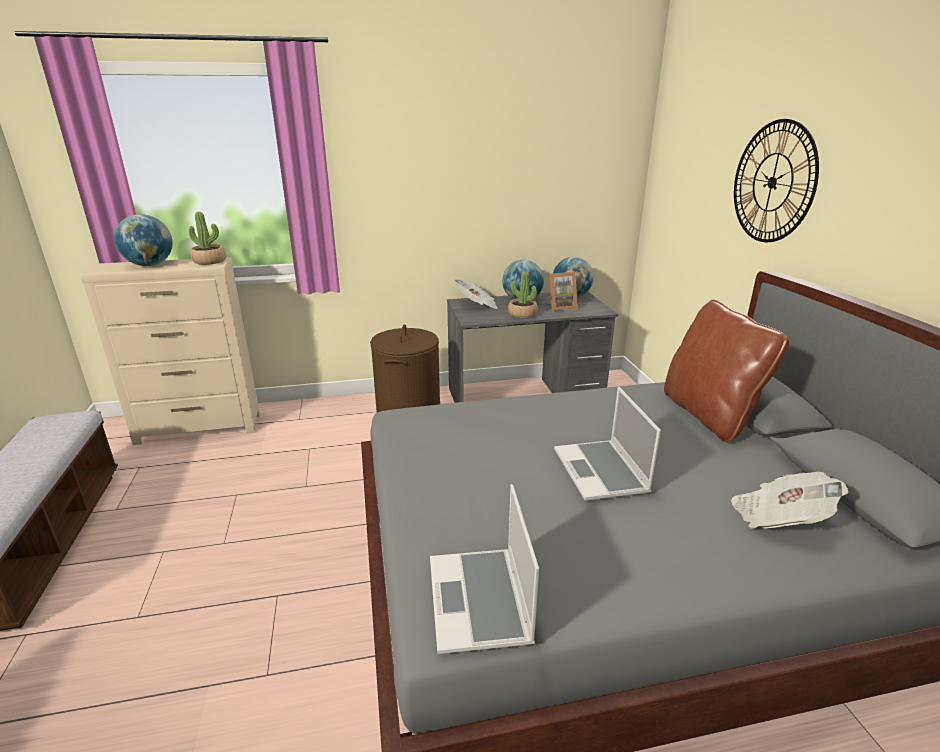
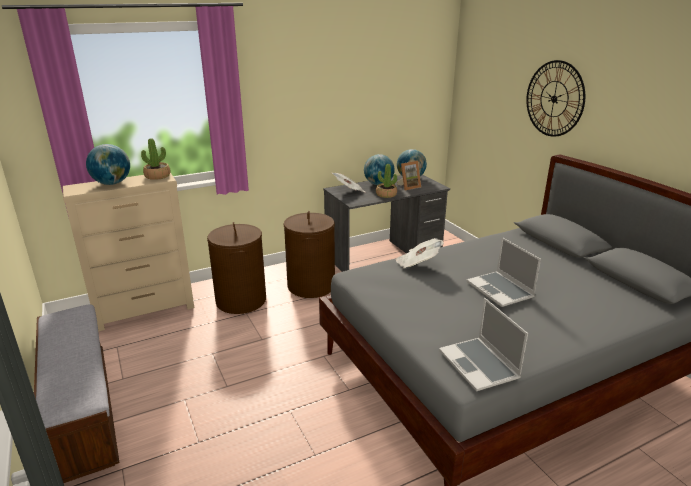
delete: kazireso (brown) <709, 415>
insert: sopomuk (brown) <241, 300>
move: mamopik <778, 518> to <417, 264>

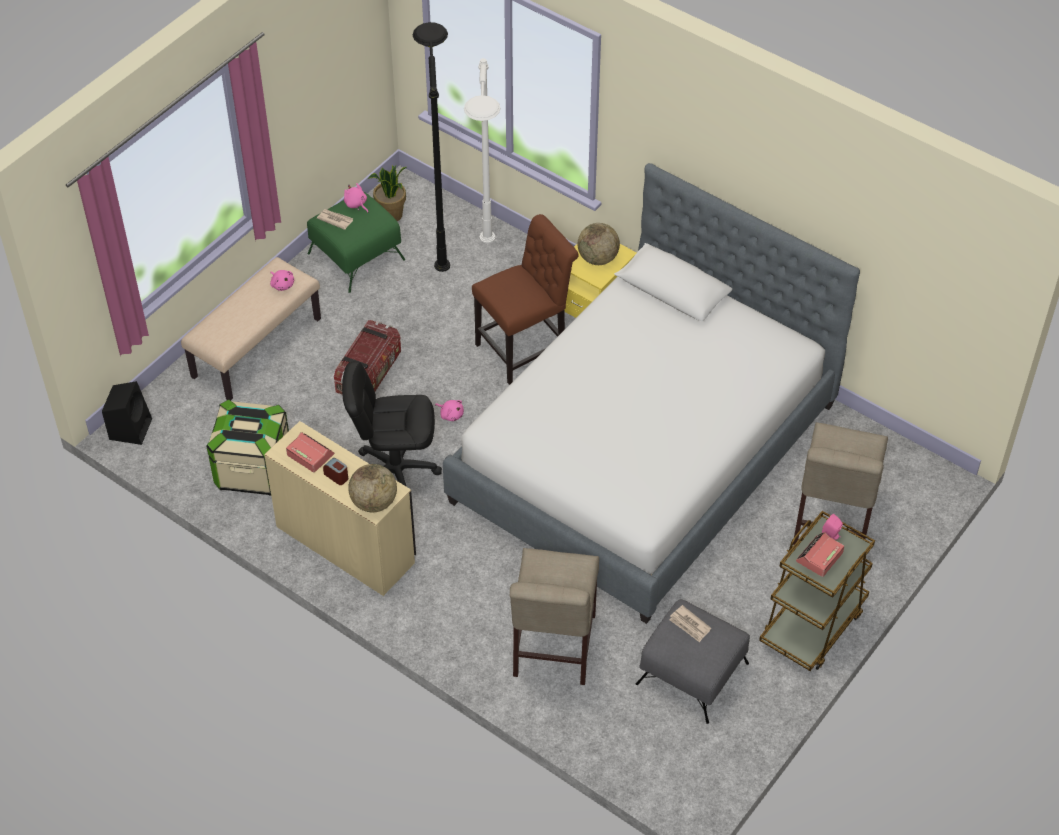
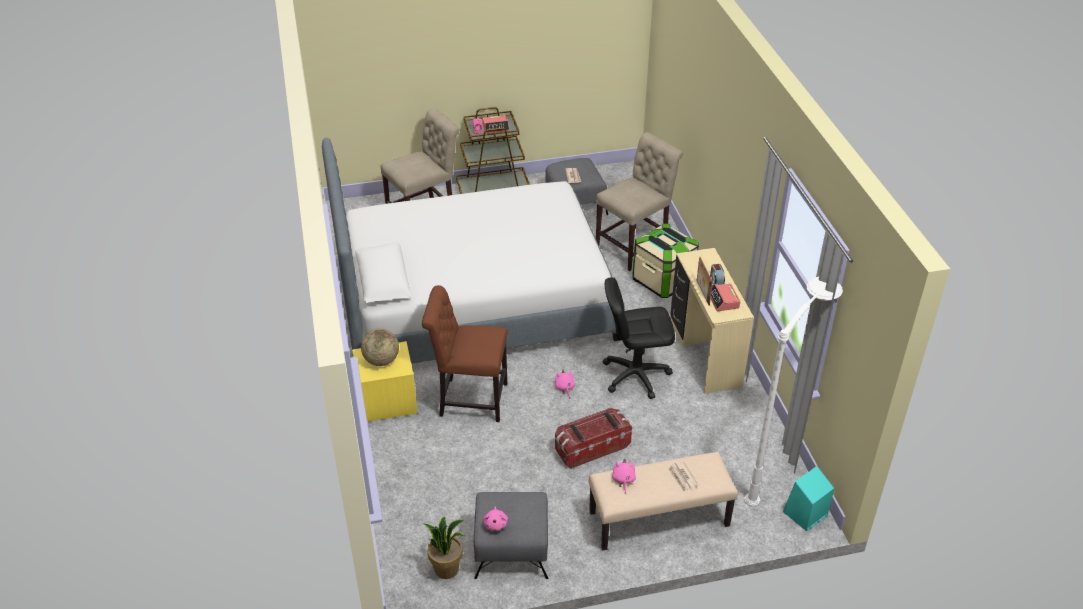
delete: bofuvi <374, 502>; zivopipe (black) <440, 230>
insert: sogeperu <702, 293>
move: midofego <253, 470> to <663, 281>; mamopik <335, 219> to <682, 477>; zivopipe (white) <486, 274> to <777, 471>
recolor: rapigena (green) <355, 256> to rapigena (grey) <512, 549>; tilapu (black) <130, 428> to tilapu (turquoise) <804, 514>
rotate: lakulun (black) <395, 472> = <635, 375> 135 degrees clockwise

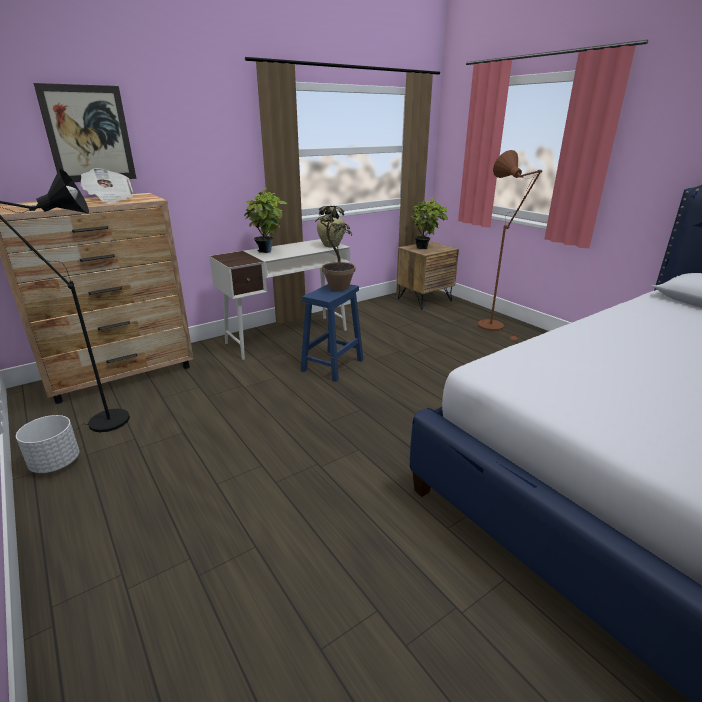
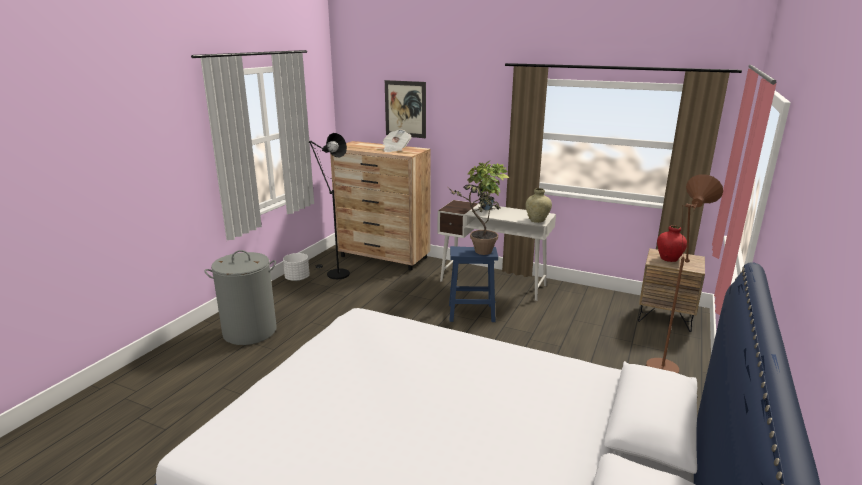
insert: sopomuk (grey) <249, 332>
replace: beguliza <425, 248> to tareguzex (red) <669, 259>

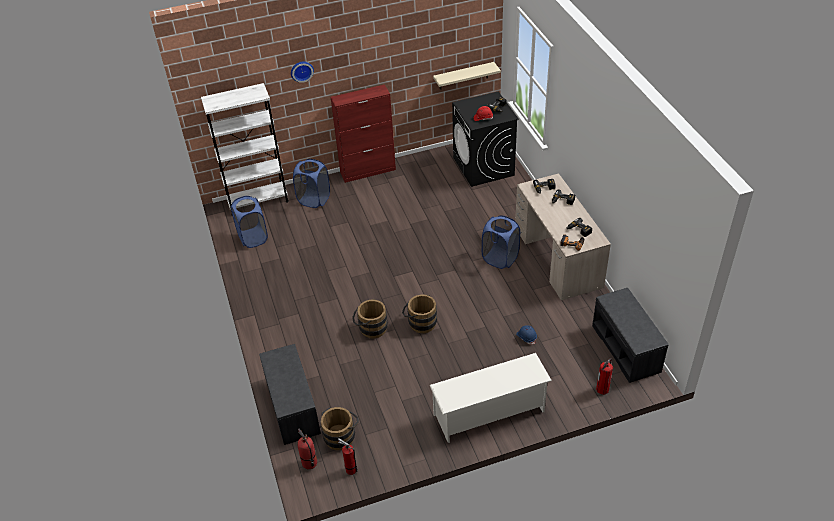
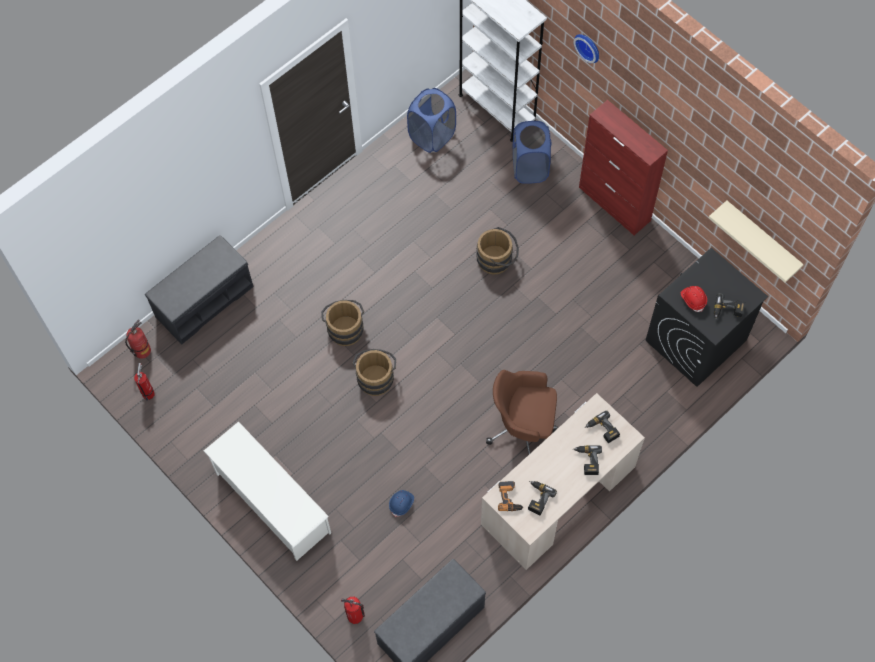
move: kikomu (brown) <341, 435> to <497, 260>
replace: sopomuk (blue) <500, 258> to lakulun (brown) <523, 426>

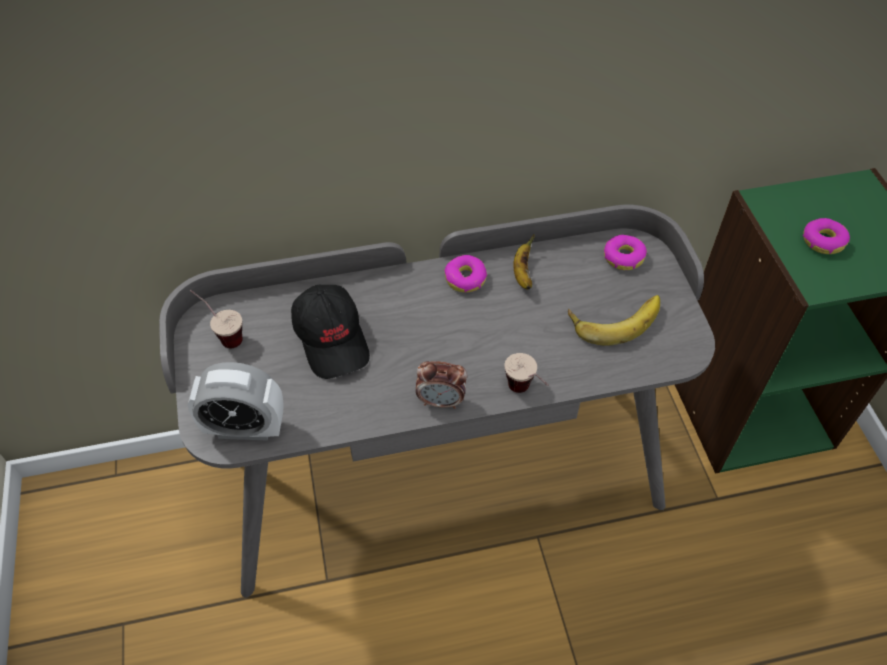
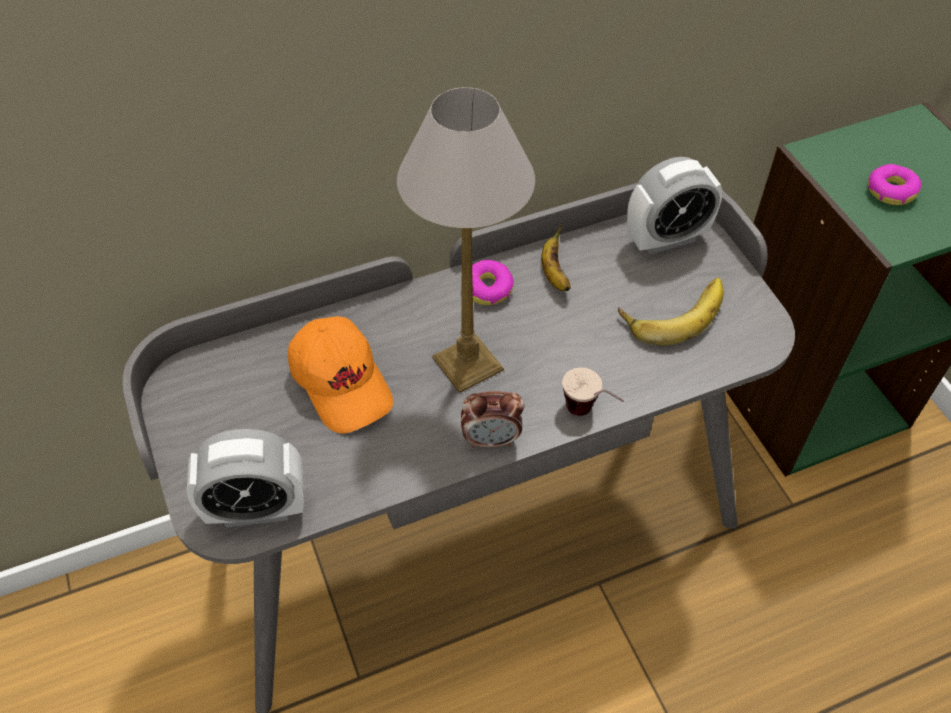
delete: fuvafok <222, 335>
insert: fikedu <469, 364>
replace: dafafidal <623, 257> to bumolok <666, 239>
recolor: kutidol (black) <332, 339> to kutidol (orange) <342, 383>

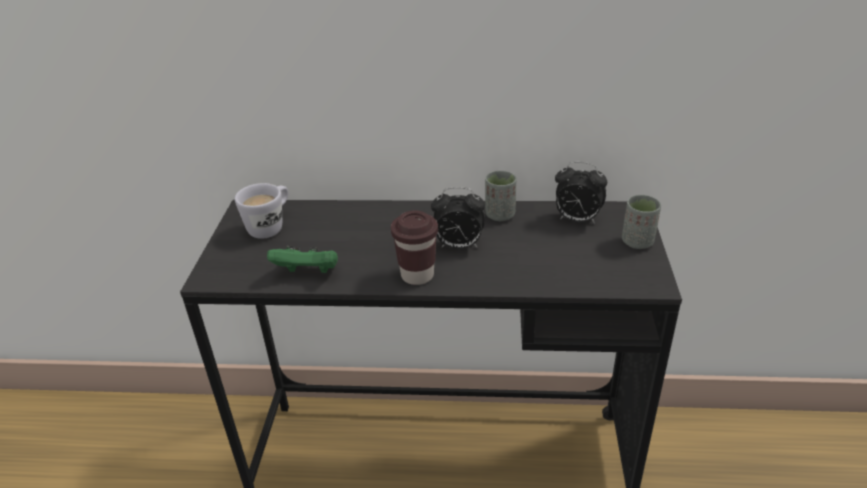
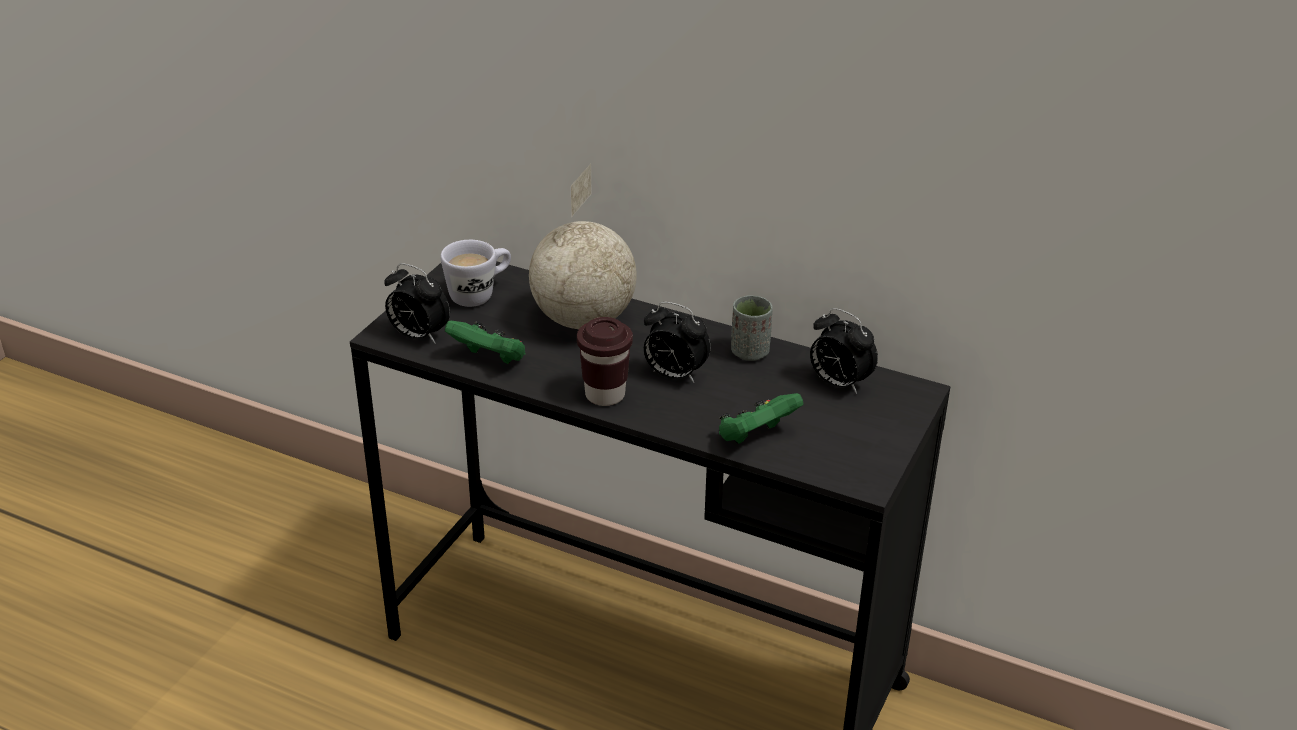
delete: fuvafok (grey) <637, 242>
insert: bumolok <418, 336>; bofuvi <585, 320>; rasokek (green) <756, 436>

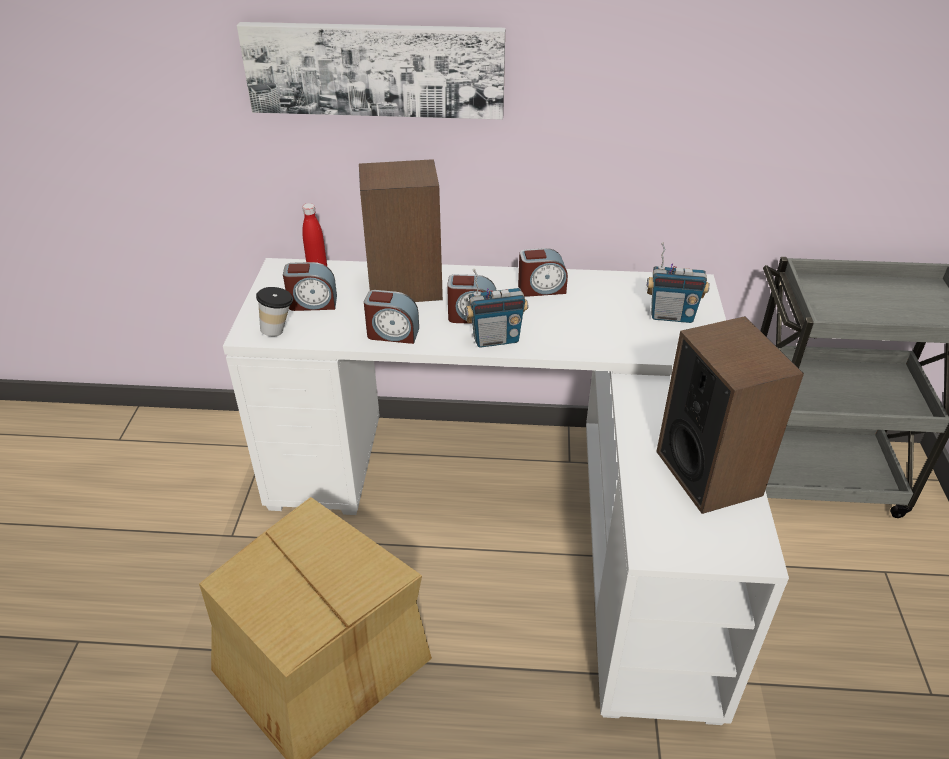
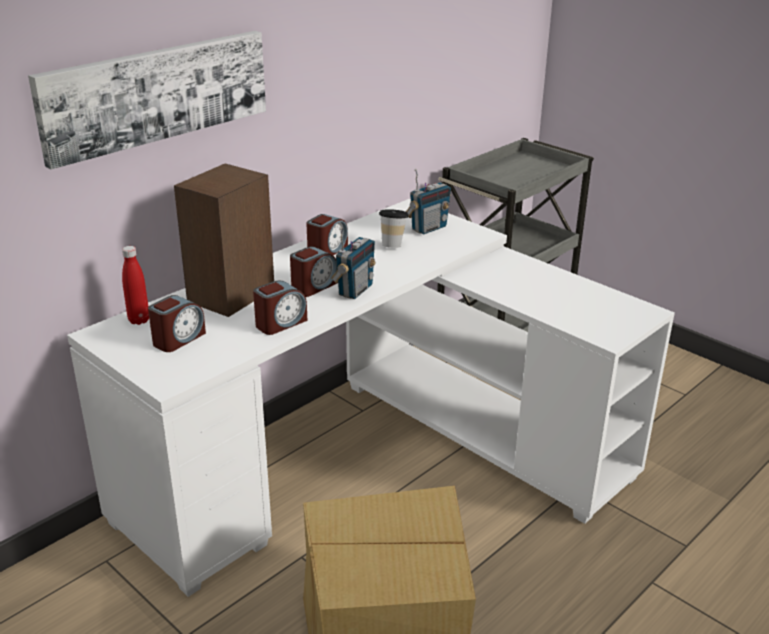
delete: tilapu <708, 472>
move: fuvafok <279, 330> to <393, 245>

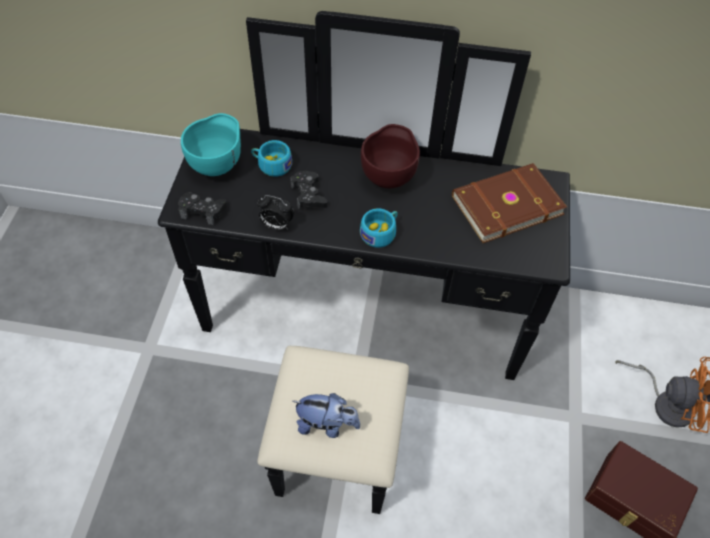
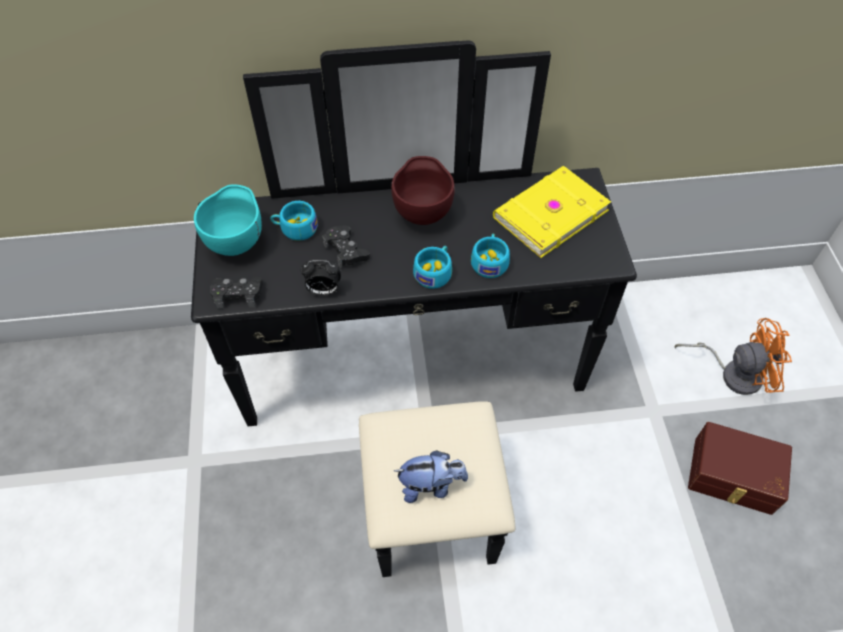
insert: fuvafok (turquoise) <489, 261>
recolor: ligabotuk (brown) <505, 204> to ligabotuk (yellow) <548, 213>

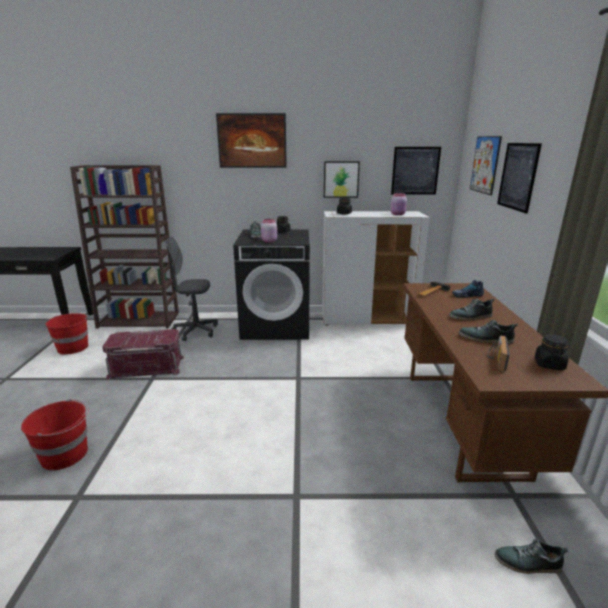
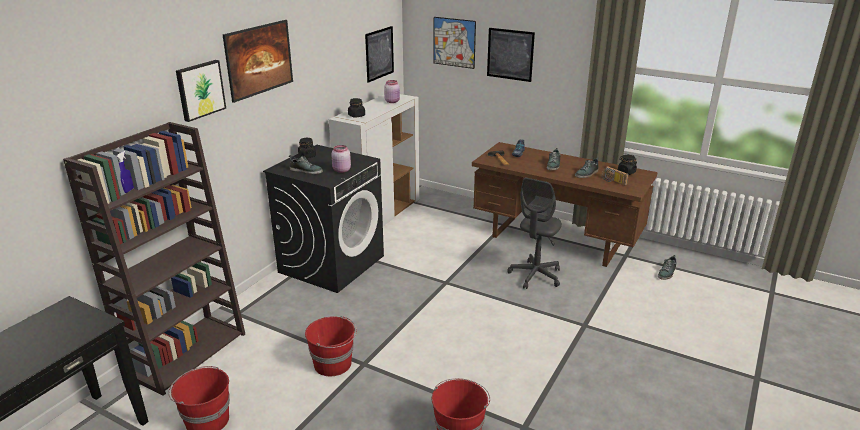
move: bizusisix <341, 179> to <200, 90>; lakulun (grey) <195, 331> to <535, 276>
replace: midofego (red) <147, 367> to kikomu (red) <333, 364>

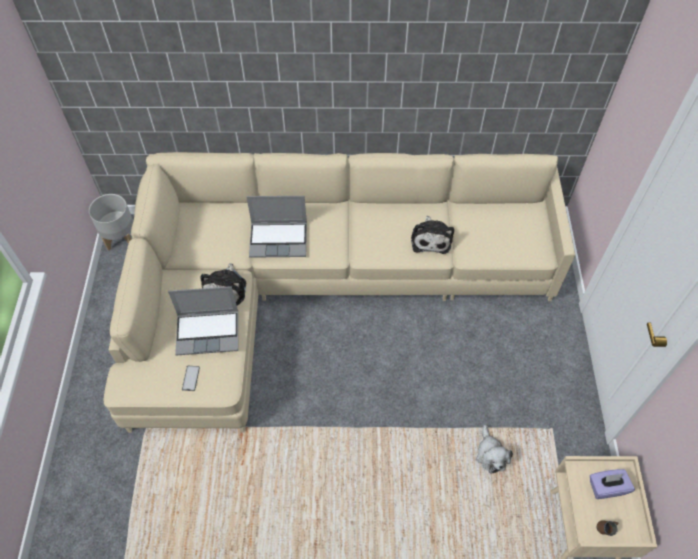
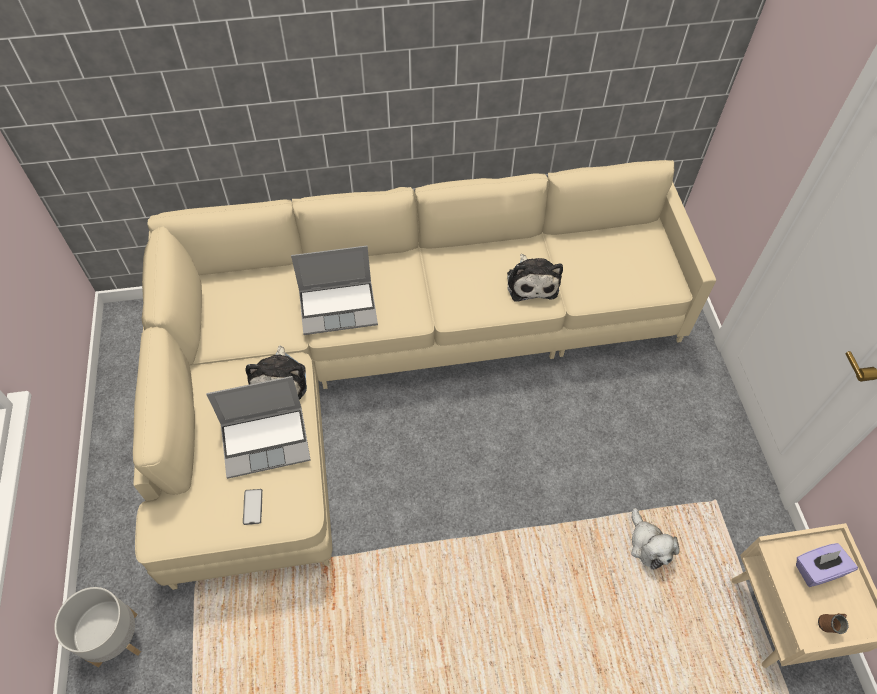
move: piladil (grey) <121, 238> to <116, 638>

